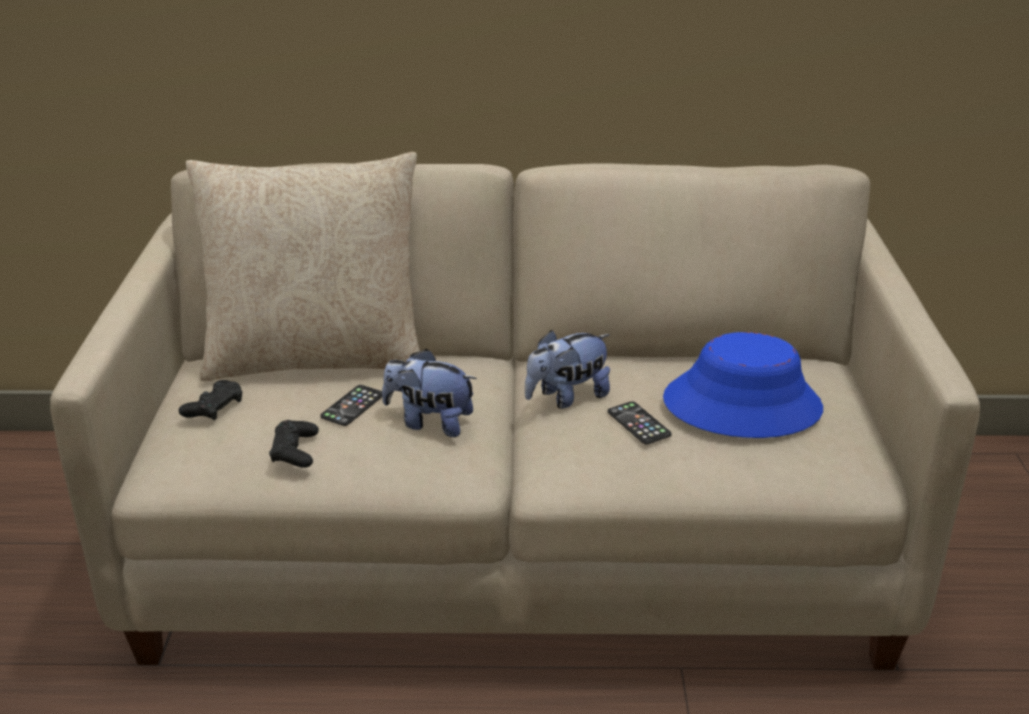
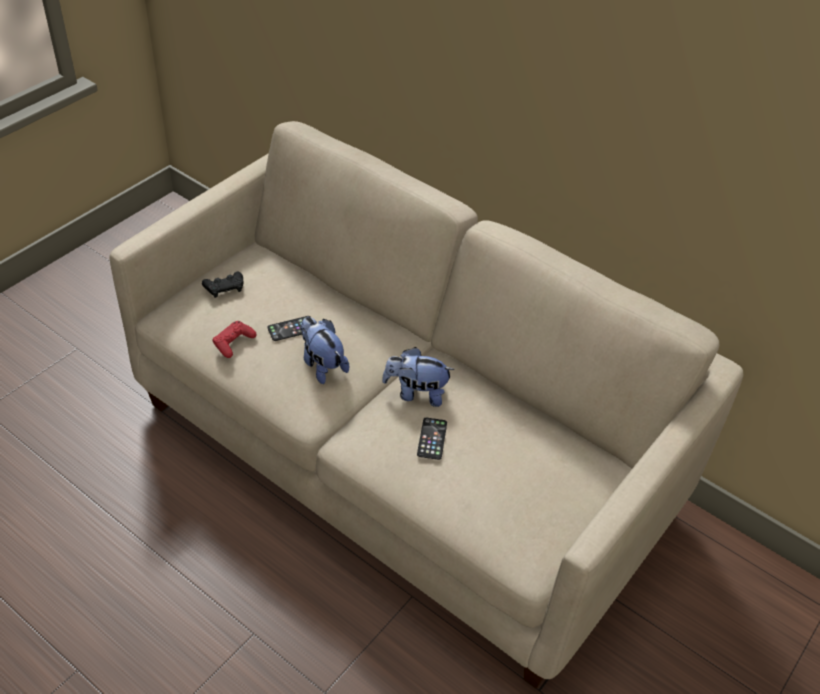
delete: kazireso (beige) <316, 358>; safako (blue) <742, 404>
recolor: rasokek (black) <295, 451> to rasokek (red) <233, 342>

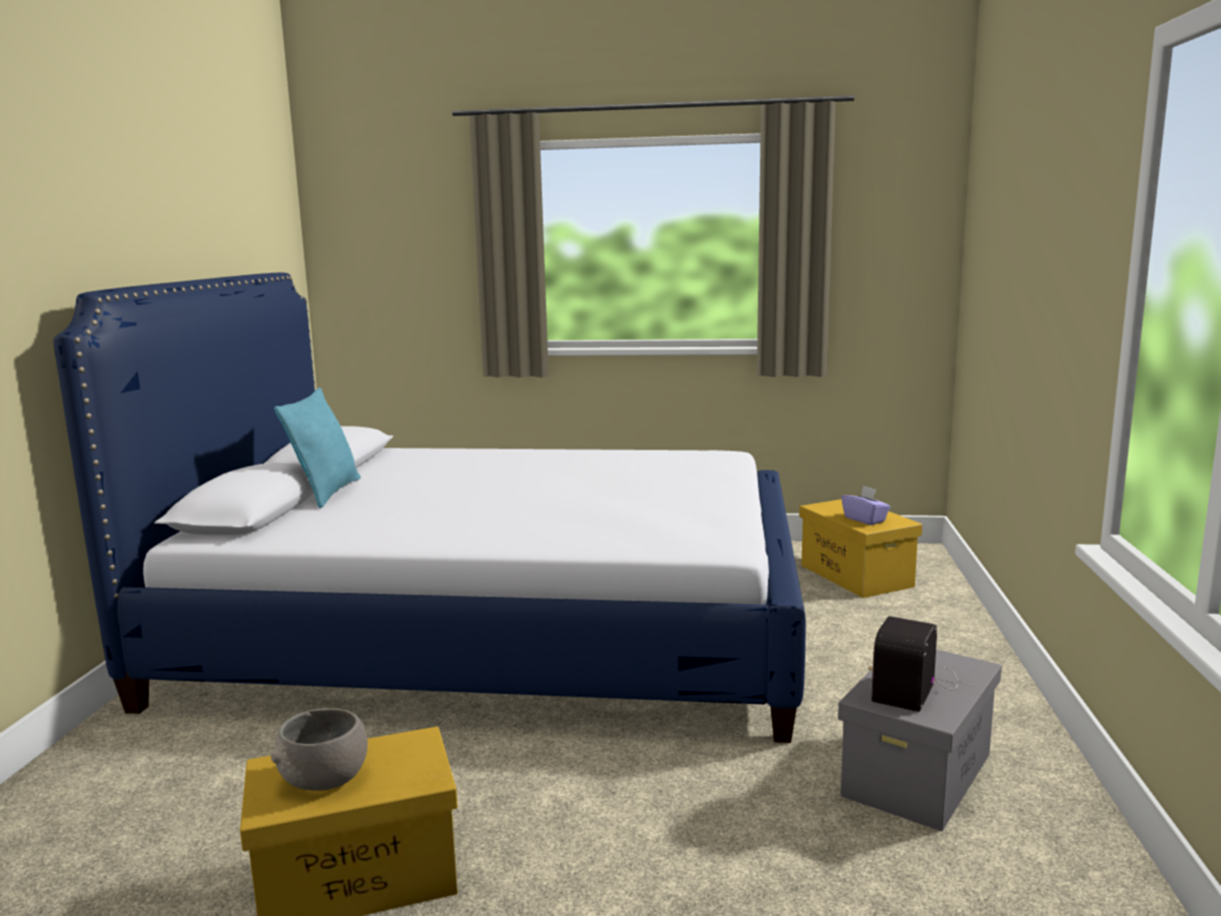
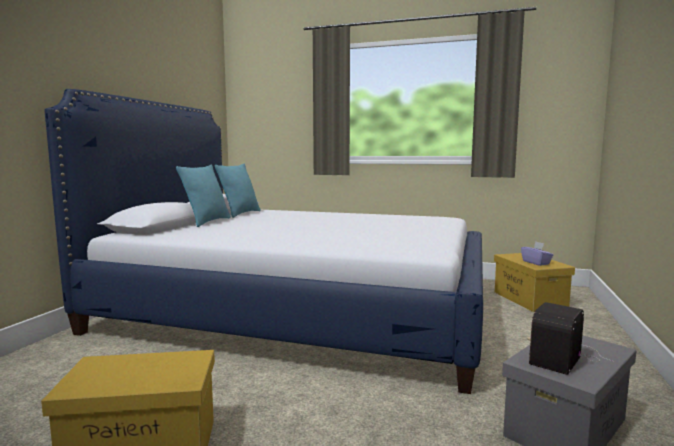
delete: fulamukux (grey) <324, 779>
insert: kazireso (turquoise) <240, 214>

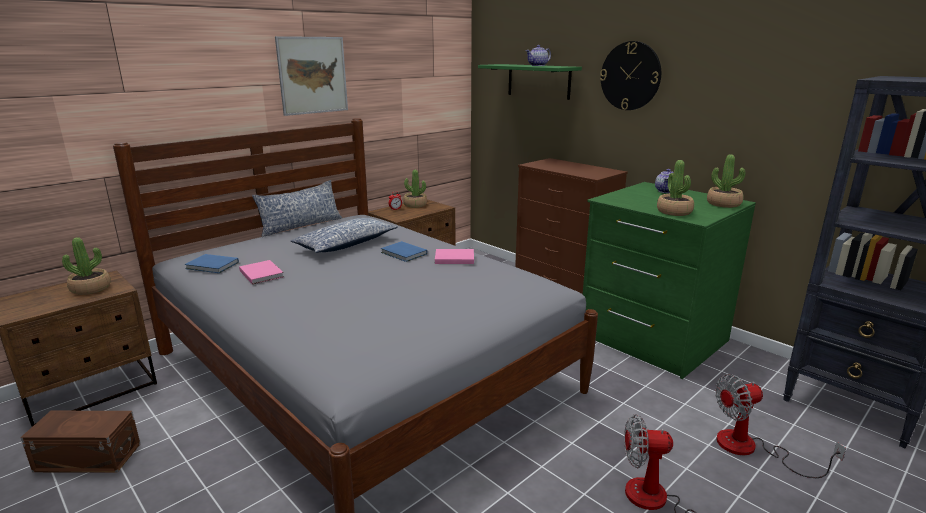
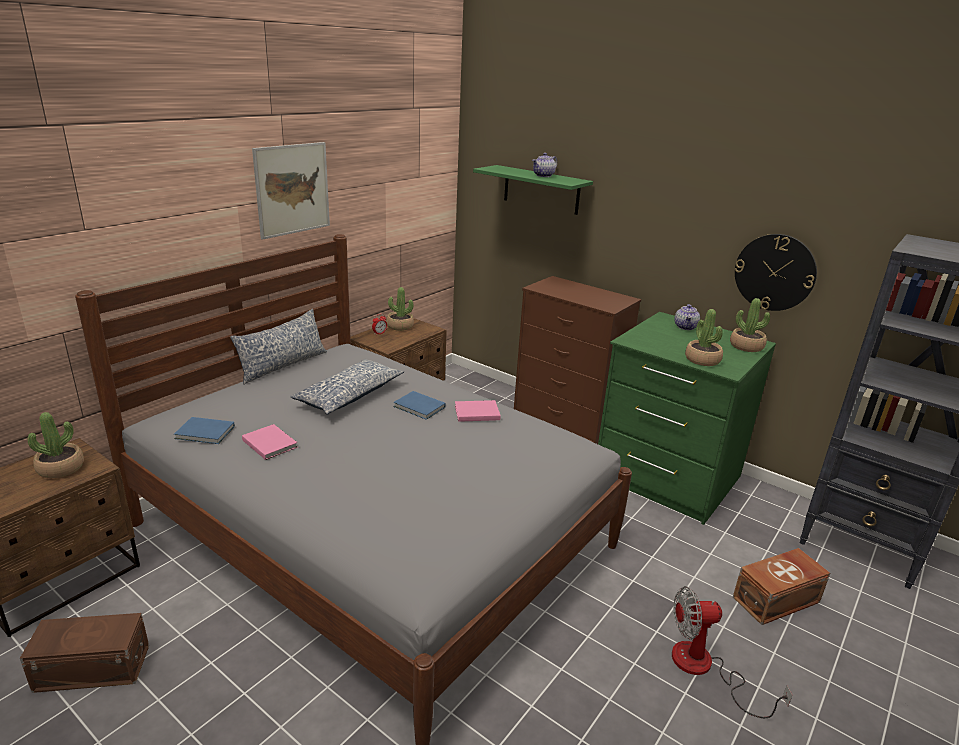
move: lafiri <630, 76> to <774, 272>
replace: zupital <750, 449> to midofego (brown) <777, 600>

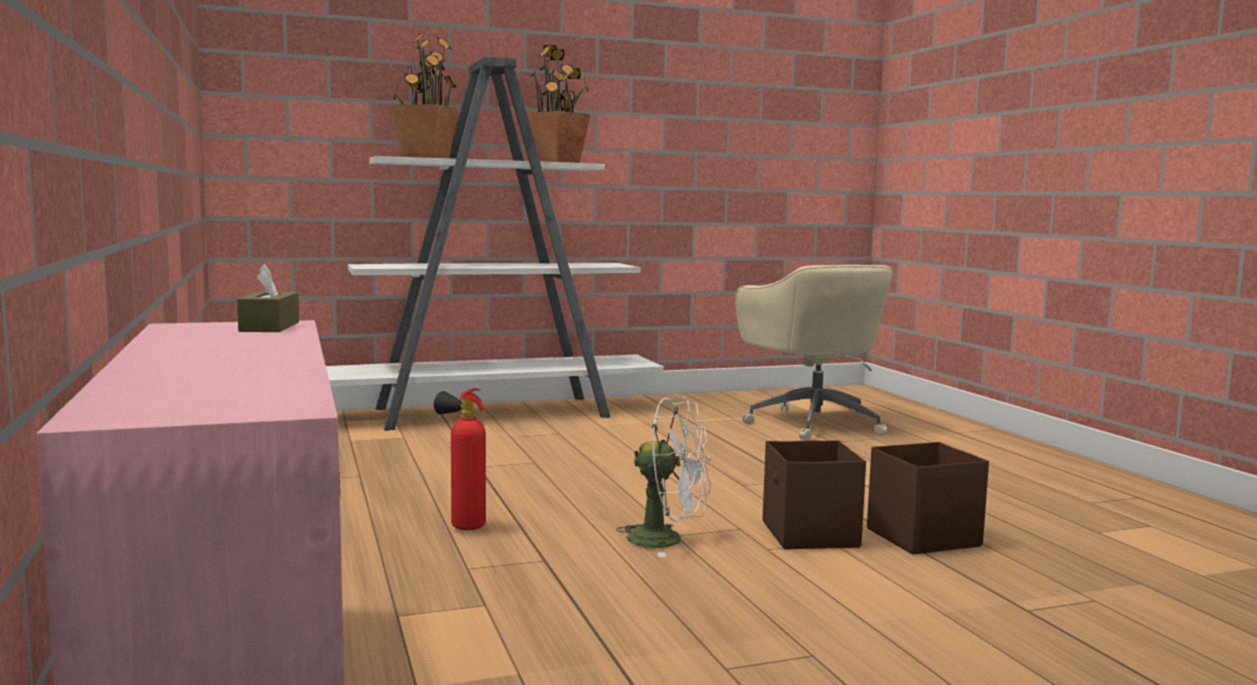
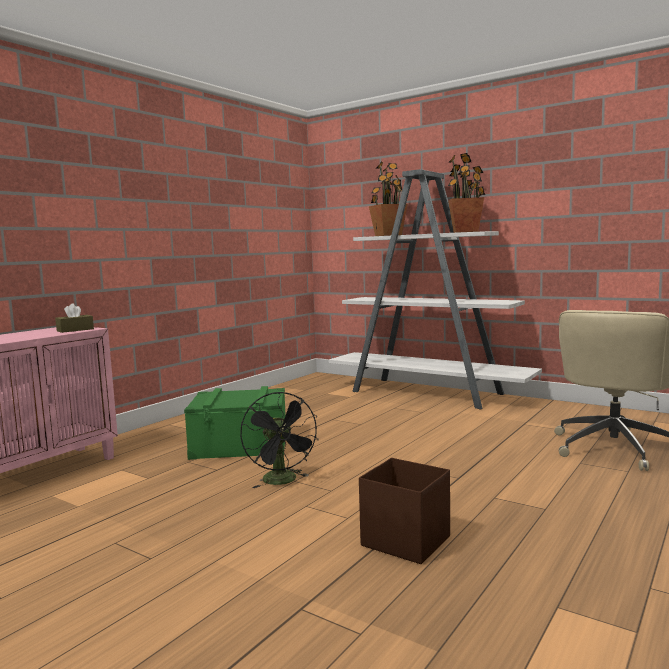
delete: midofego (brown) <809, 535>
replace: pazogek <462, 526> to midofego (green) <240, 444>
recolor: zupital (white) <667, 540> to zupital (black) <283, 481>

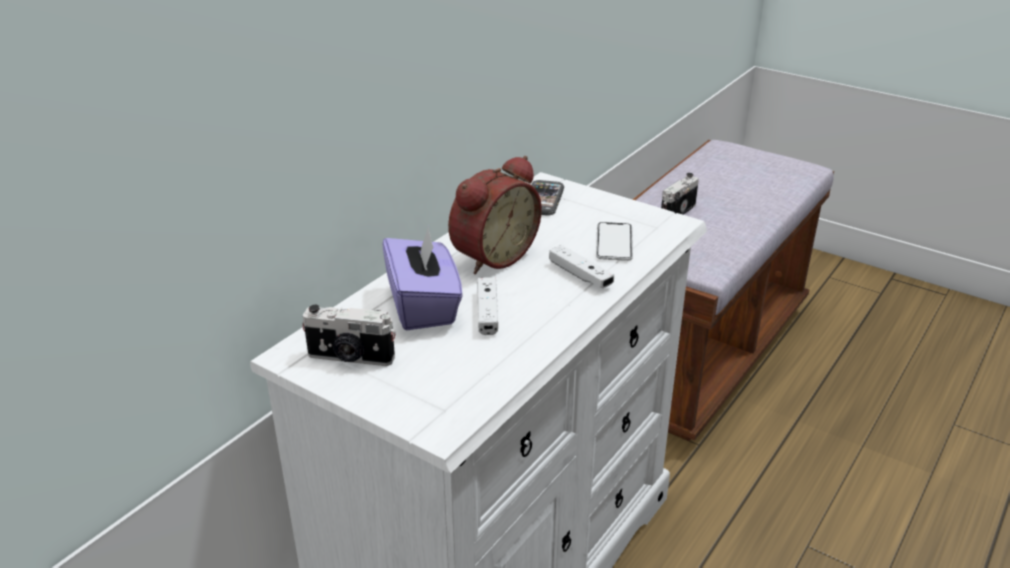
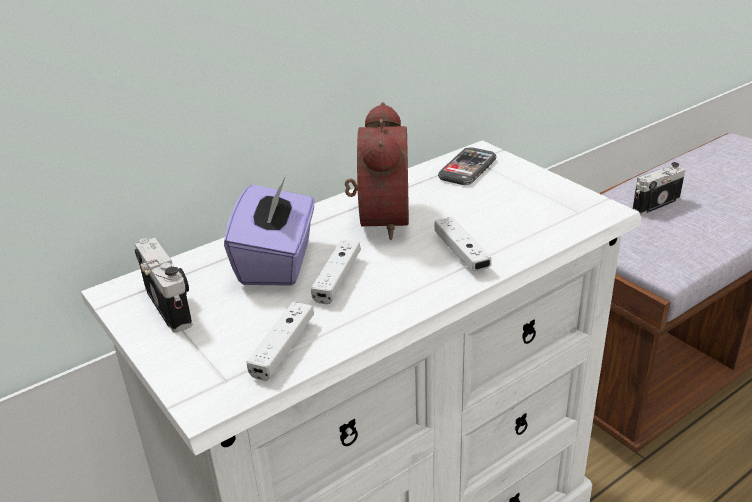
delete: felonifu <614, 243>
insert: rasokek (white) <283, 348>
rotate: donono <350, 358> = <171, 305> 150 degrees counterclockwise; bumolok <491, 256> = <378, 219> 60 degrees counterclockwise

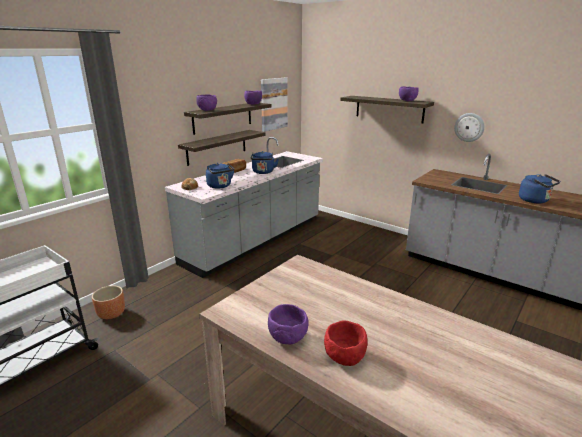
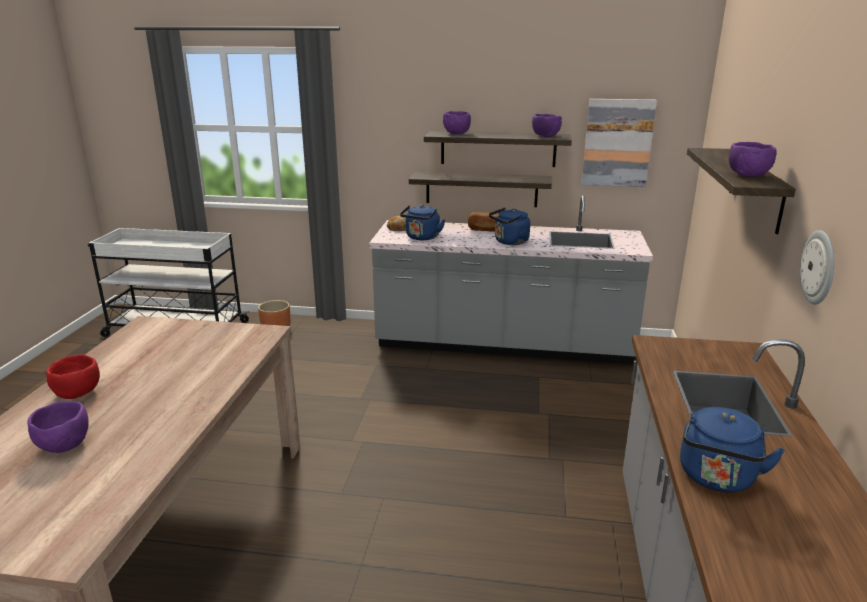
move: fulamukux (purple) <287, 338> to <63, 444>

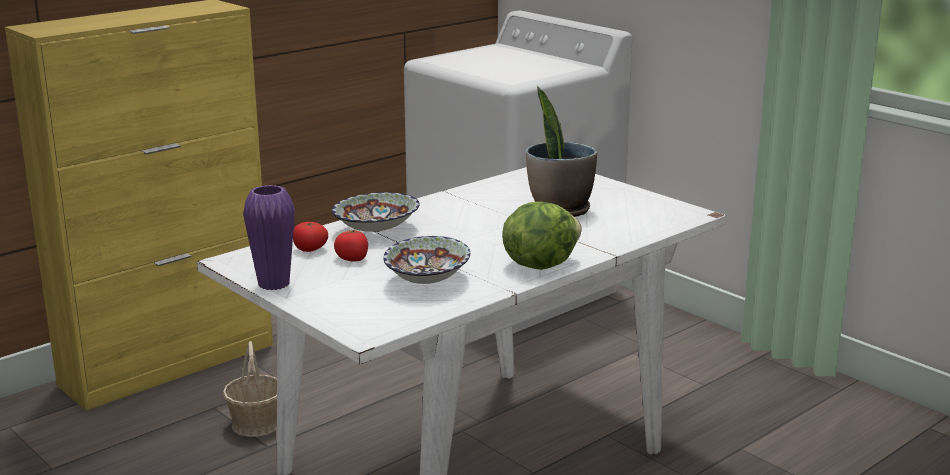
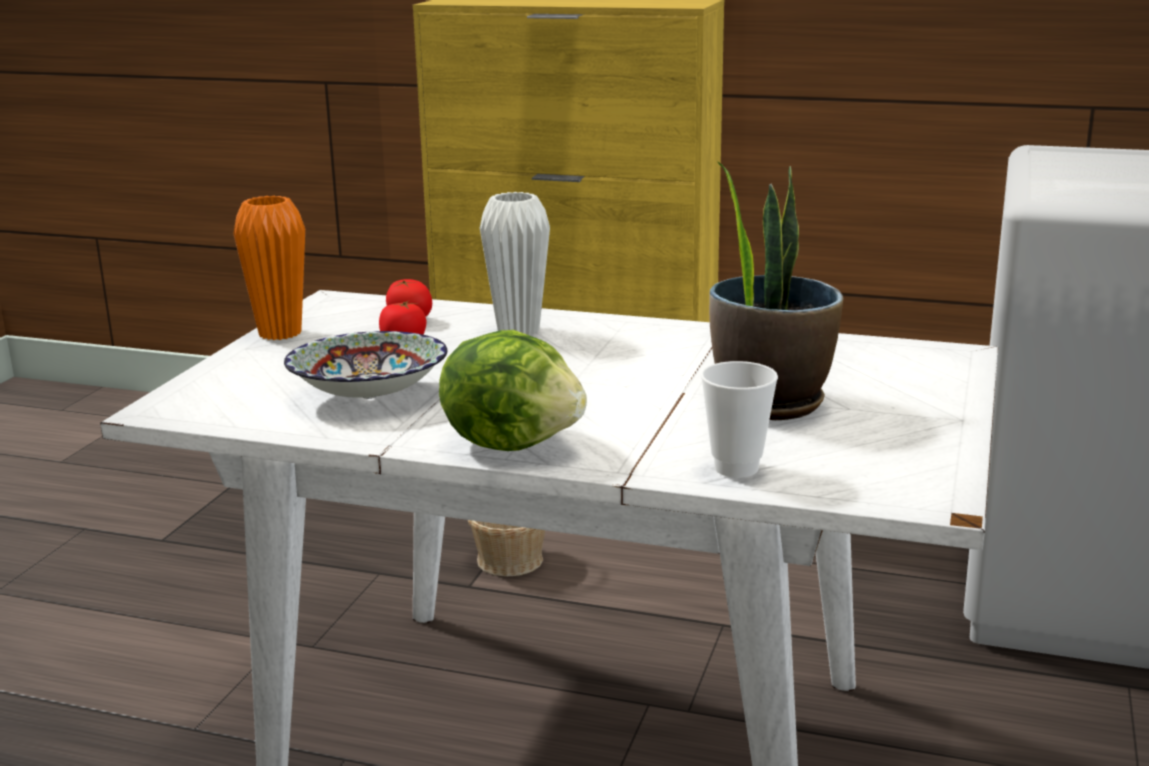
insert: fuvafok <736, 468>
replace: fulamukux <376, 230> to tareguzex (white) <518, 330>
recolor: tareguzex (purple) <274, 284> to tareguzex (orange) <280, 333>

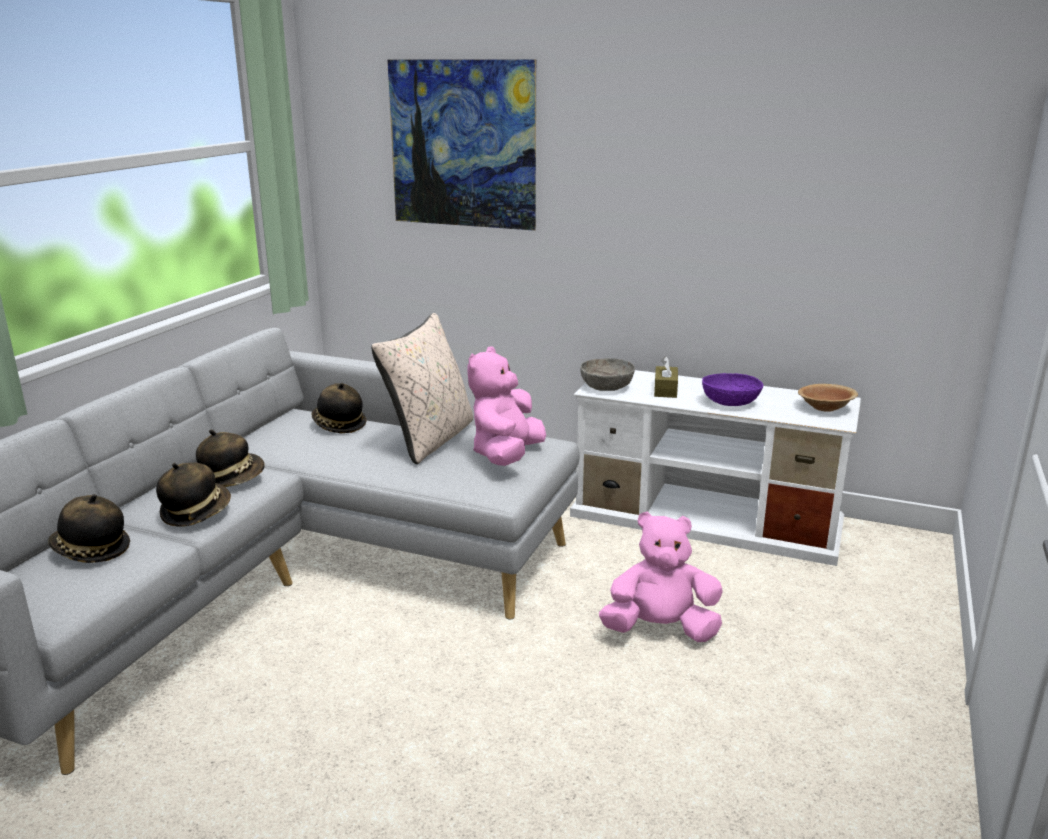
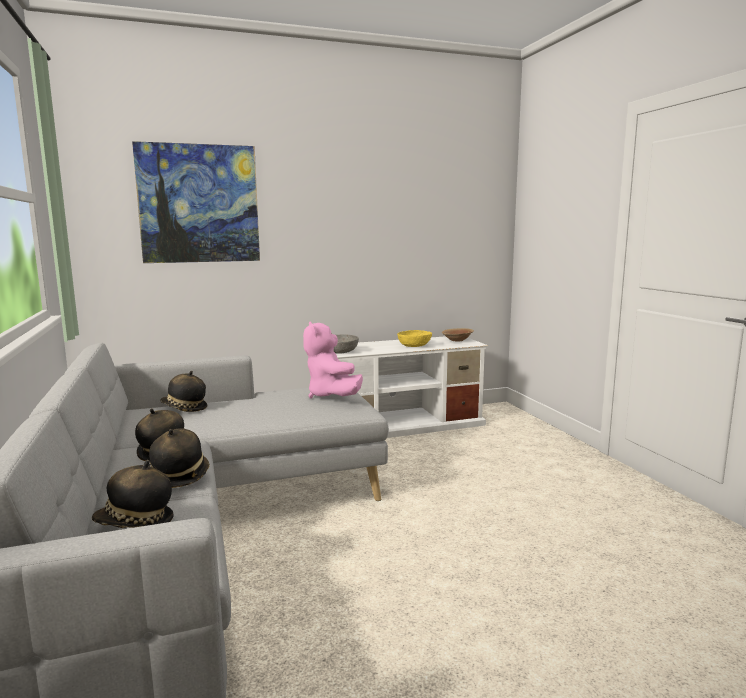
delete: kazireso (beige) <430, 440>; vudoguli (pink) <660, 630>; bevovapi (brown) <665, 390>
recolor: fulamukux (purple) <730, 402> to fulamukux (yellow) <414, 346>

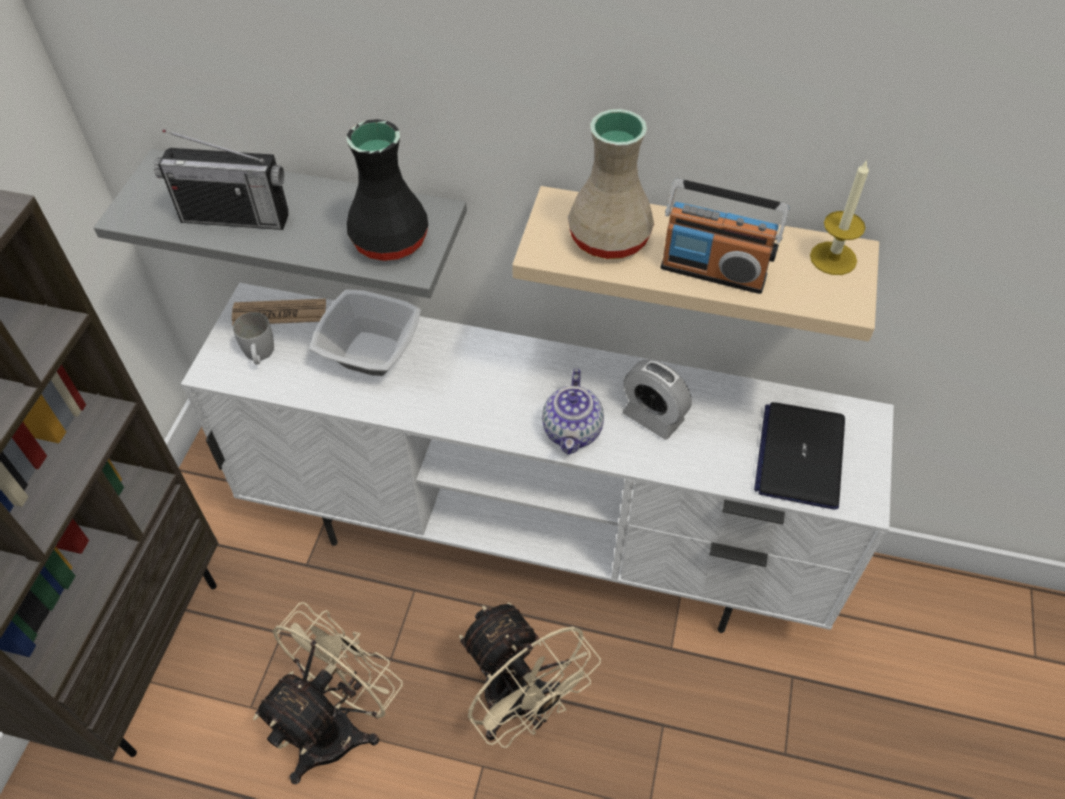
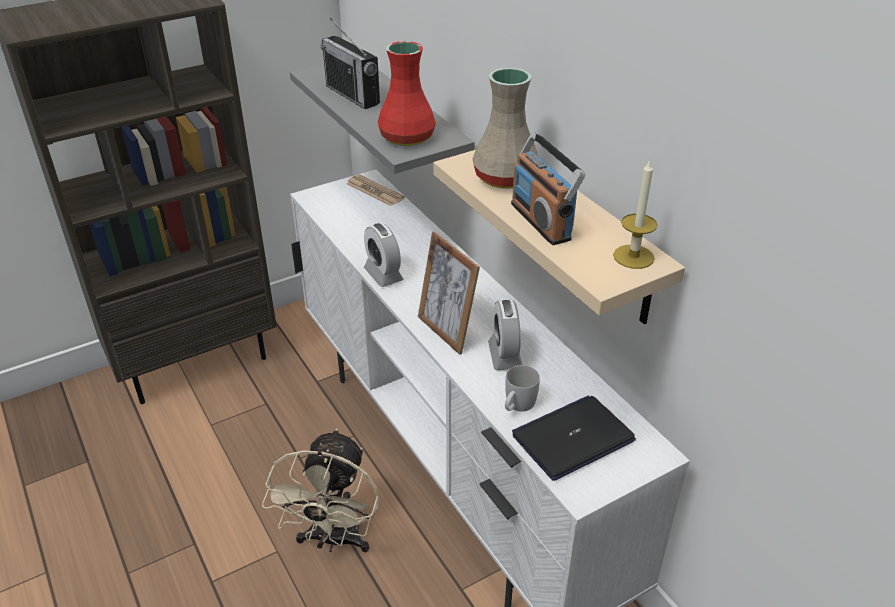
delete: zupital (beige) <338, 724>; fulamukux <370, 354>
insert: bumolok <383, 274>
move: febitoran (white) <259, 355> to <517, 406>
replace: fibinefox <573, 431> to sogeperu <446, 331>
recolor: tareguzex (black) <388, 241> to tareguzex (red) <406, 137>

